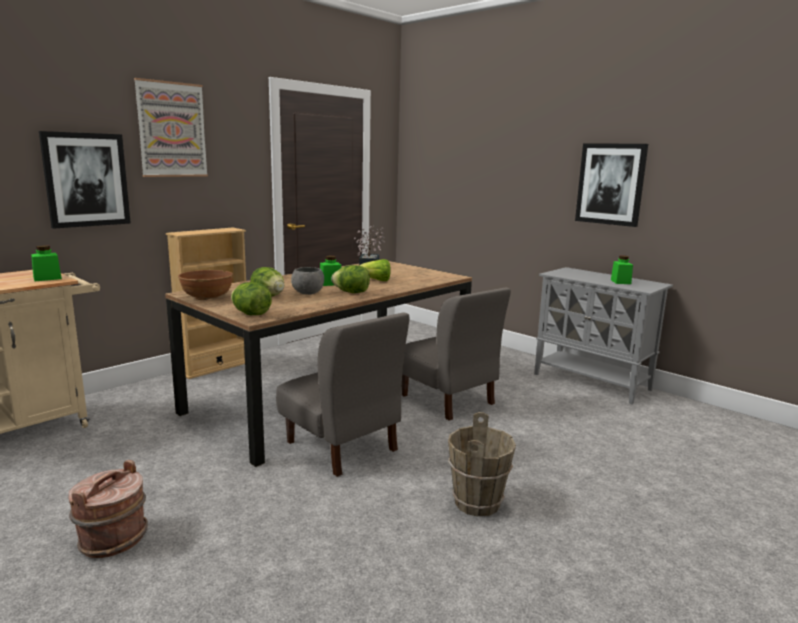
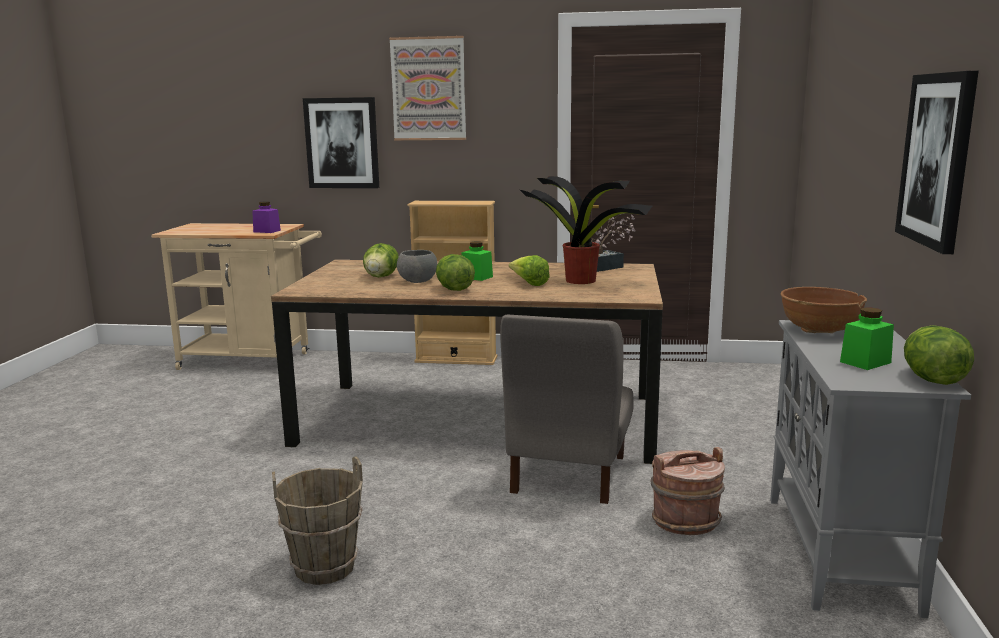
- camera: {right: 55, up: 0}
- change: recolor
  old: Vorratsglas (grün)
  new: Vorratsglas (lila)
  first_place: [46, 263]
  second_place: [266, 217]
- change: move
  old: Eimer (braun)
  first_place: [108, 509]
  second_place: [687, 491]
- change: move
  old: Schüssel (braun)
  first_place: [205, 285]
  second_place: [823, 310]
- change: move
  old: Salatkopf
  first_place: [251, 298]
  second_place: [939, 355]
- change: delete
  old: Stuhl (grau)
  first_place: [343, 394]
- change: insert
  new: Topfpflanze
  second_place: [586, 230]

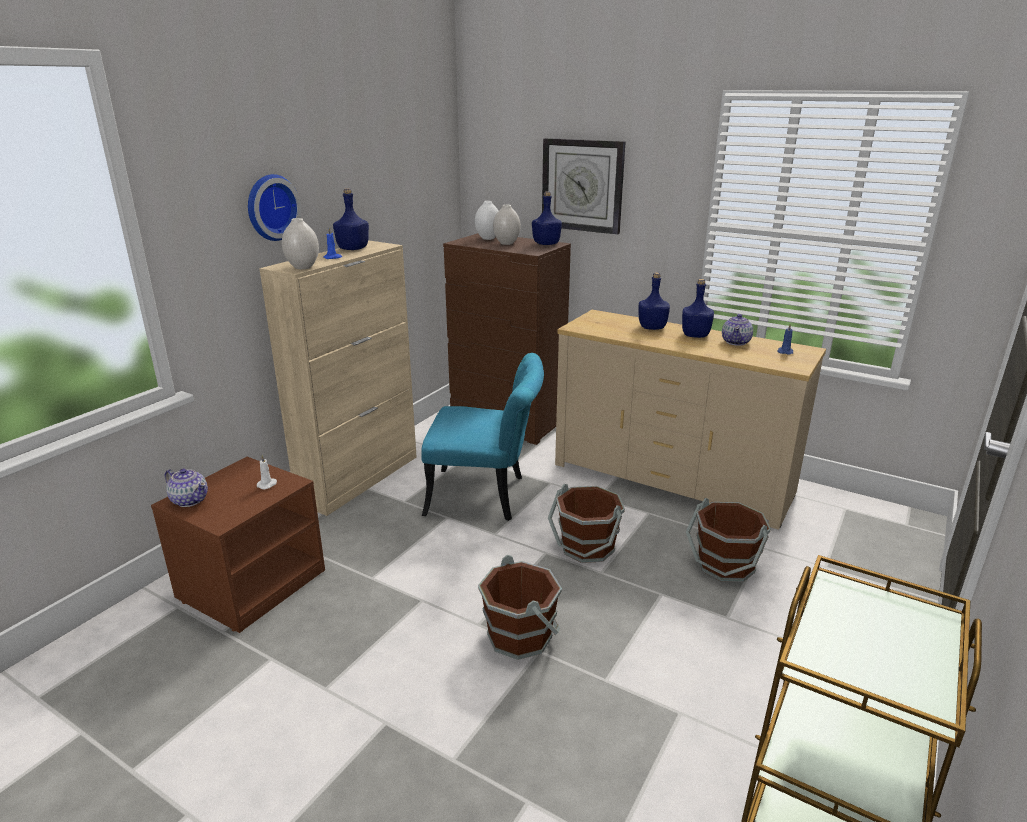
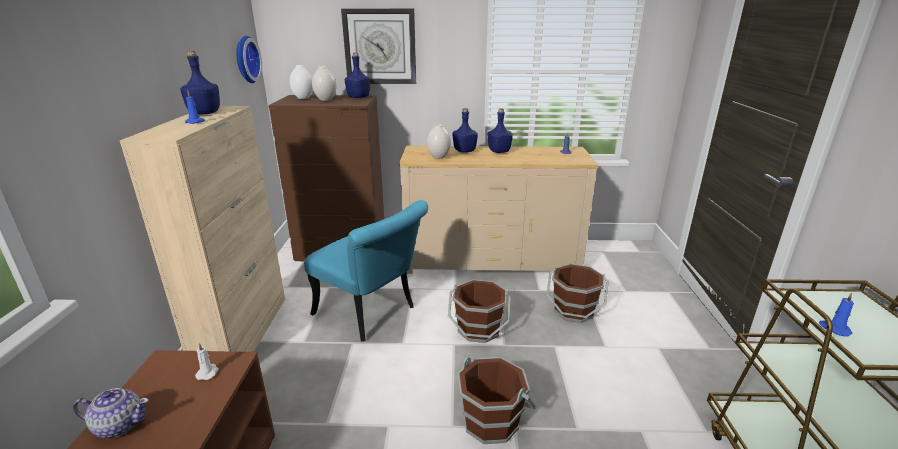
- camera: {right: -30, up: 0}
- change: move
  old: Wanduhr
  first_place: [274, 207]
  second_place: [249, 59]
- change: move
  old: Vase (weiß)
  first_place: [300, 243]
  second_place: [439, 141]
- change: rotate
  old: Stuhl (türkis)
  first_place: [482, 437]
  second_place: [366, 270]
  degrees: 60
- change: delete
  old: Teekanne
  first_place: [737, 330]
- change: insert
  new: Kerze (blau)
  second_place: [836, 314]

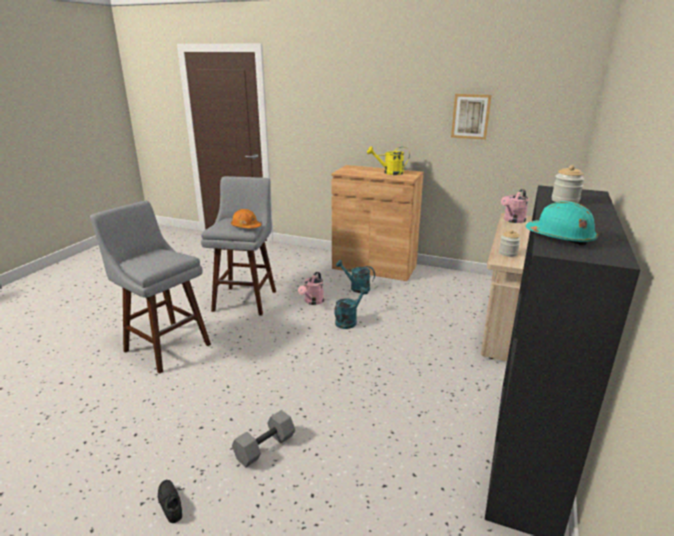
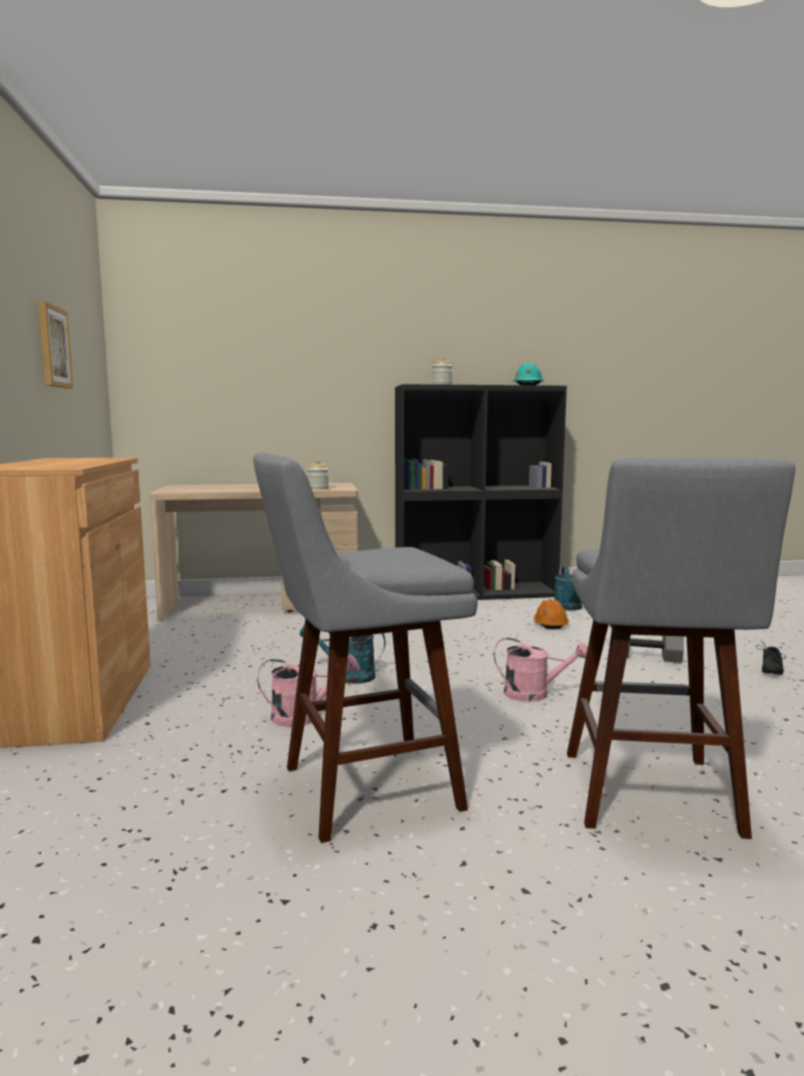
- camera: {right: -120, up: -15}
- change: move
  old: Schutzhelm (orange)
  first_place: [246, 218]
  second_place: [551, 614]
- change: move
  old: Gießkanne (türkis)
  first_place: [355, 276]
  second_place: [568, 589]
- change: delete
  old: Gießkanne (gelb)
  first_place: [388, 160]
- change: move
  old: Gießkanne (rosa)
  first_place: [515, 206]
  second_place: [541, 670]

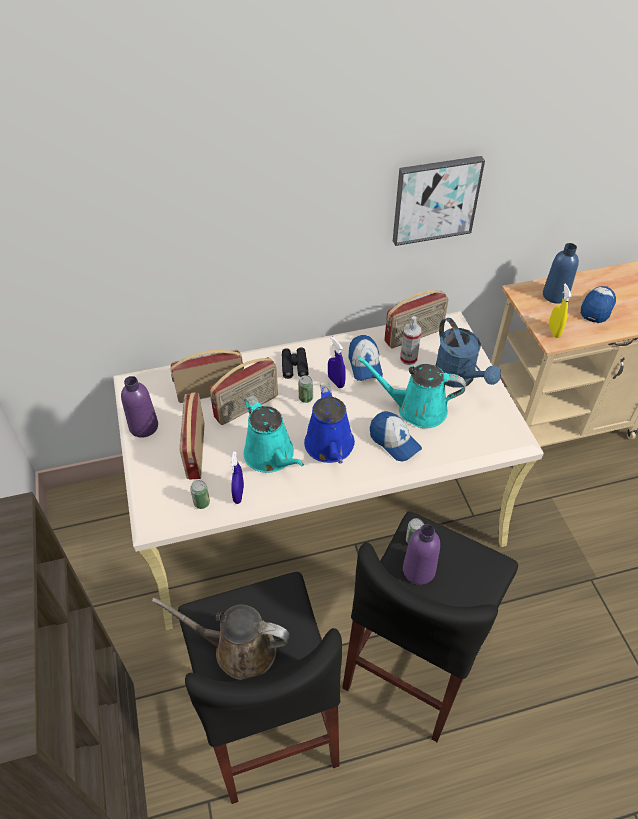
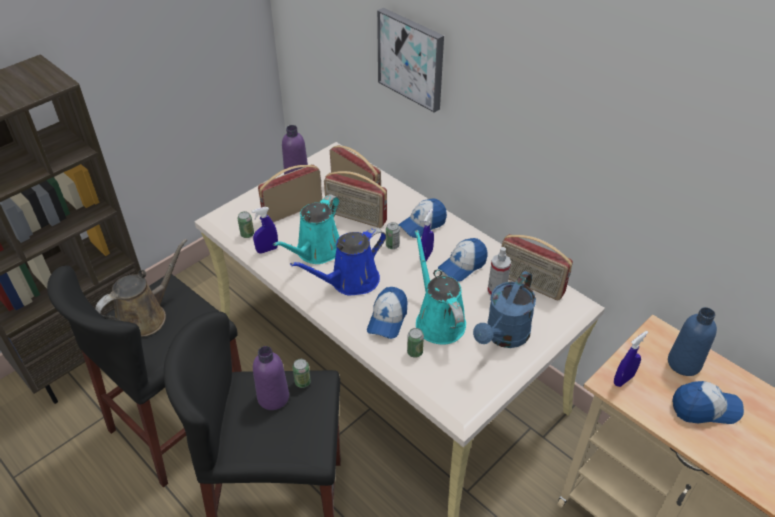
- camera: {right: 60, up: -5}
- change: rotate
  old: Gießkanne (braun)
  first_place: [220, 638]
  second_place: [141, 288]
  degrees: 60
- change: replace
  old: Fernglas (schwarz)
  new: Kappe
  first_place: [295, 363]
  second_place: [422, 218]
- change: move
  old: Bild
  first_place: [439, 201]
  second_place: [410, 60]
- change: recolor
  old: Sprühflasche (gelb)
  new: Sprühflasche (blau)
  first_place: [560, 310]
  second_place: [631, 359]
- change: insert
  new: Dose
  second_place: [415, 343]

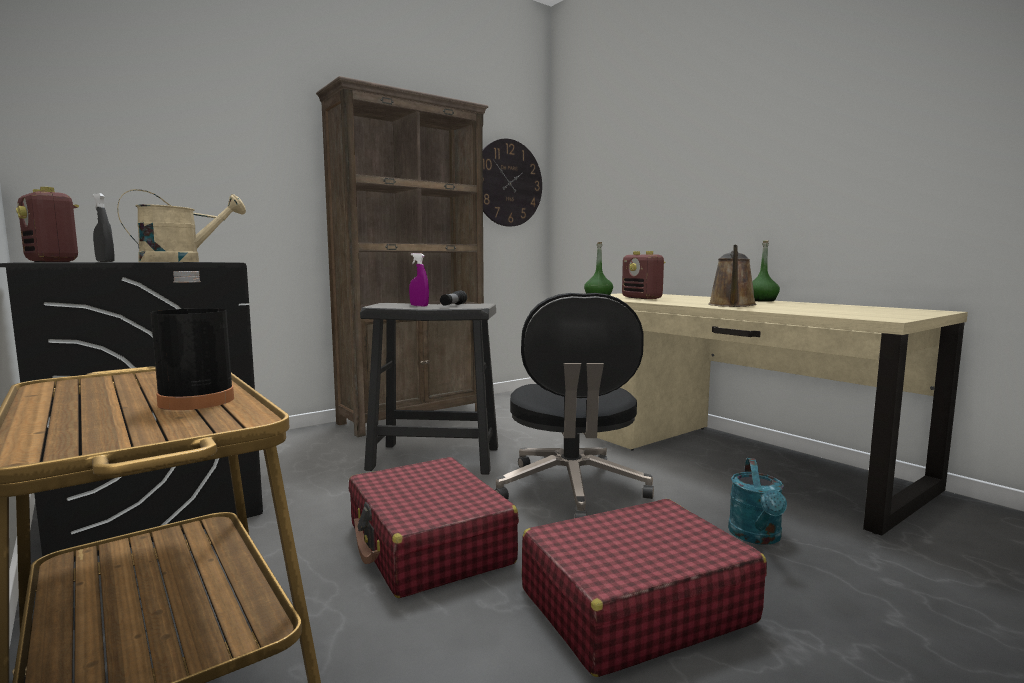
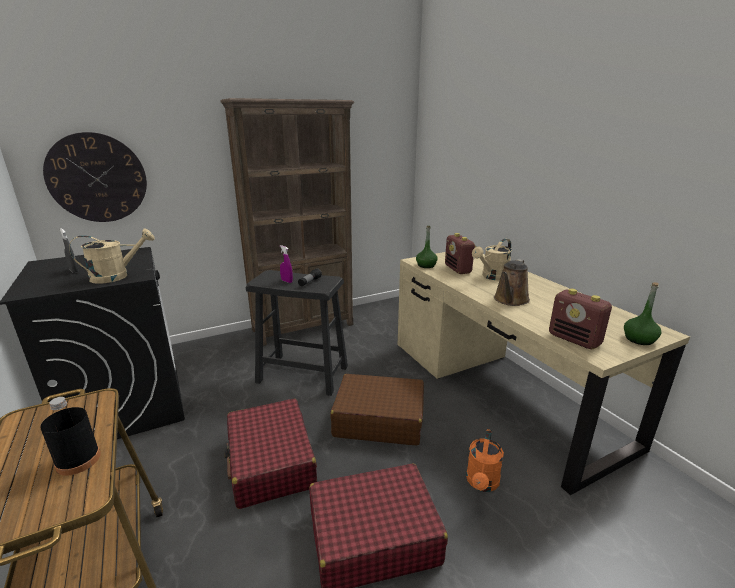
- camera: {right: 10, up: 15}
- change: move
  old: Radio
  first_place: [47, 224]
  second_place: [580, 319]
- change: move
  old: Wanduhr
  first_place: [512, 183]
  second_place: [95, 177]
- change: replace
  old: Bürostuhl (schwarz)
  new: Koffer (braun)
  first_place: [574, 405]
  second_place: [377, 409]
- change: recolor
  old: Gießkanne (türkis)
  new: Gießkanne (orange)
  first_place: [757, 501]
  second_place: [485, 460]
- change: move
  old: Flasche (grün)
  first_place: [766, 271]
  second_place: [643, 313]
- change: insert
  new: Gießkanne (beige)
  second_place: [492, 259]

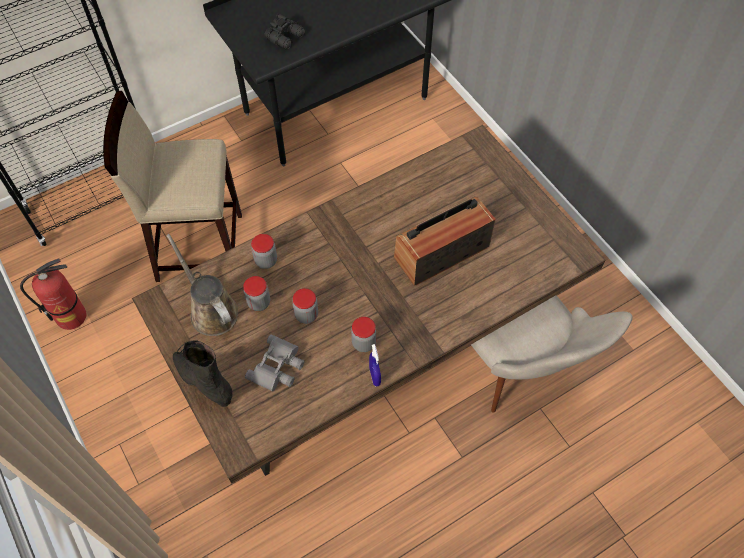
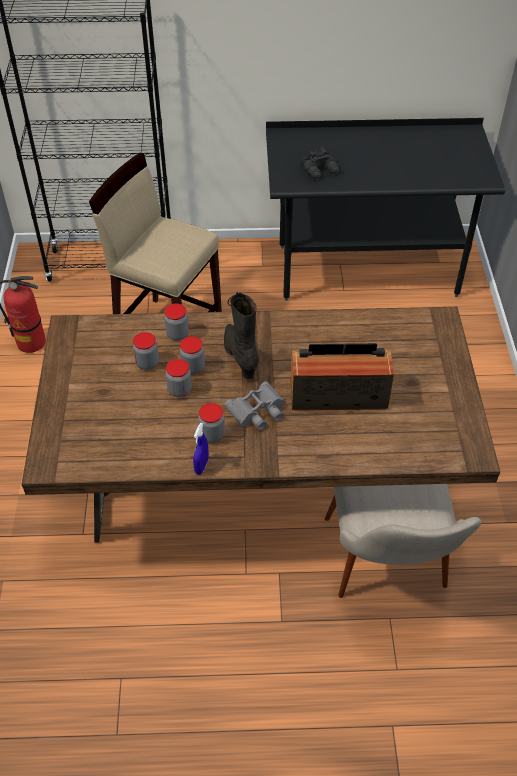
- camera: {right: 30, up: -10}
- change: delete
  old: Gießkanne (braun)
  first_place: [202, 285]
- change: move
  old: Stiefel (schwarz)
  first_place: [203, 374]
  second_place: [241, 335]
- change: move
  old: Fernglas (grau)
  first_place: [274, 363]
  second_place: [255, 405]
- change: insert
  new: Vorratsglas
  second_place: [192, 355]

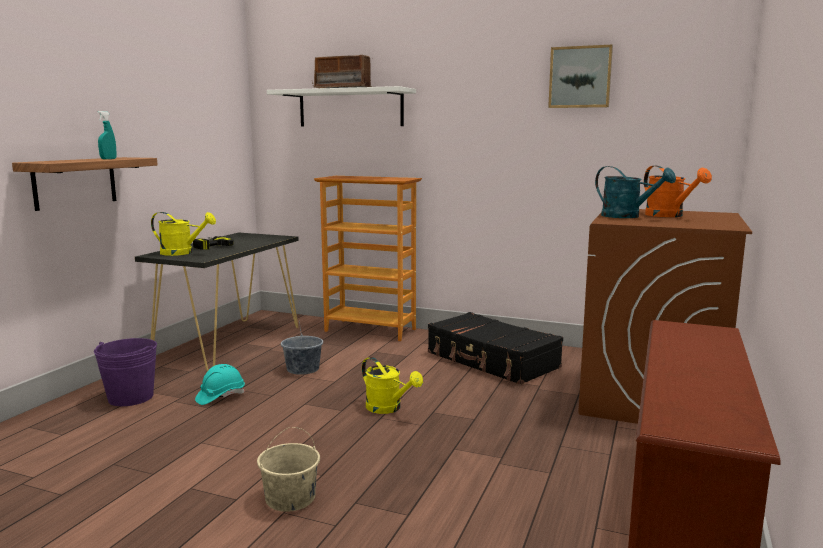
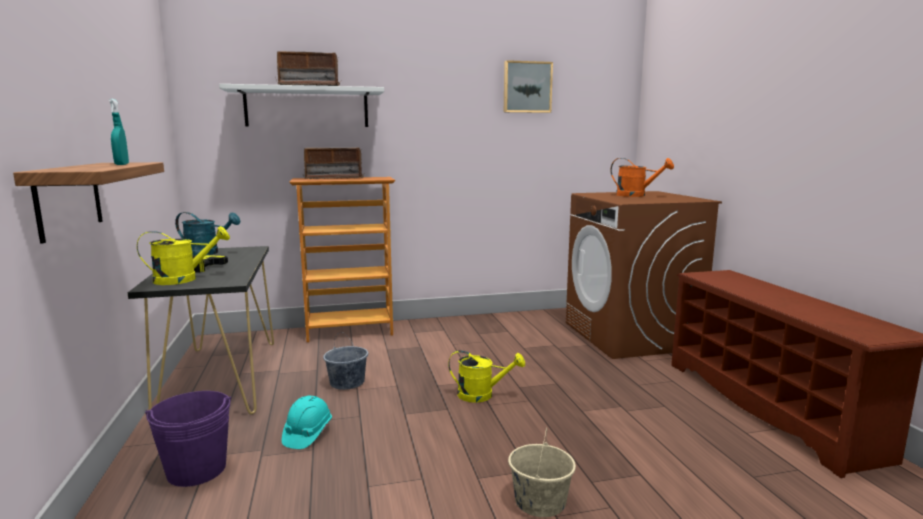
- camera: {right: -35, up: 0}
- change: delete
  old: Koffer (schwarz)
  first_place: [495, 348]
- change: move
  old: Gießkanne (türkis)
  first_place: [635, 192]
  second_place: [208, 234]
- change: insert
  new: Radio
  second_place: [333, 163]

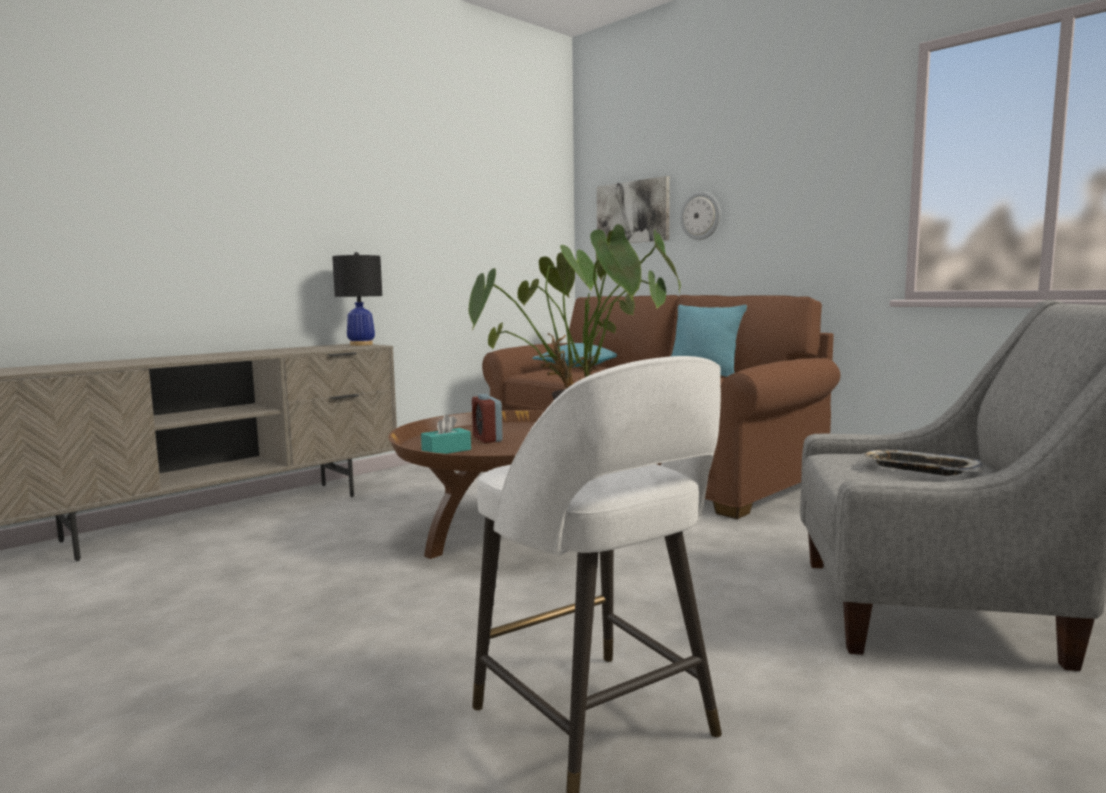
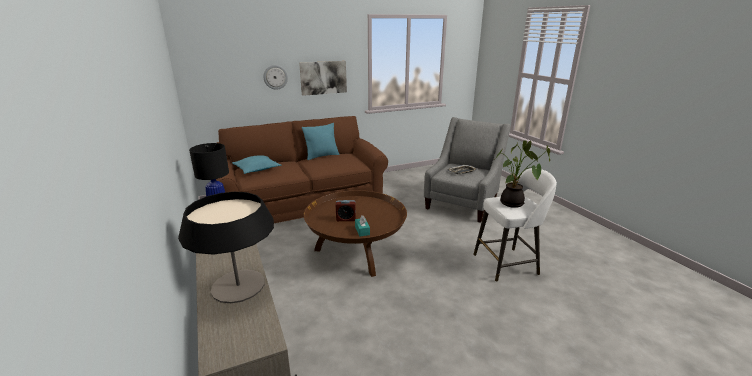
- camera: {right: -70, up: 15}
- change: move
  old: Bild
  first_place: [633, 209]
  second_place: [323, 78]
- change: insert
  new: Tischlampe
  second_place: [226, 247]

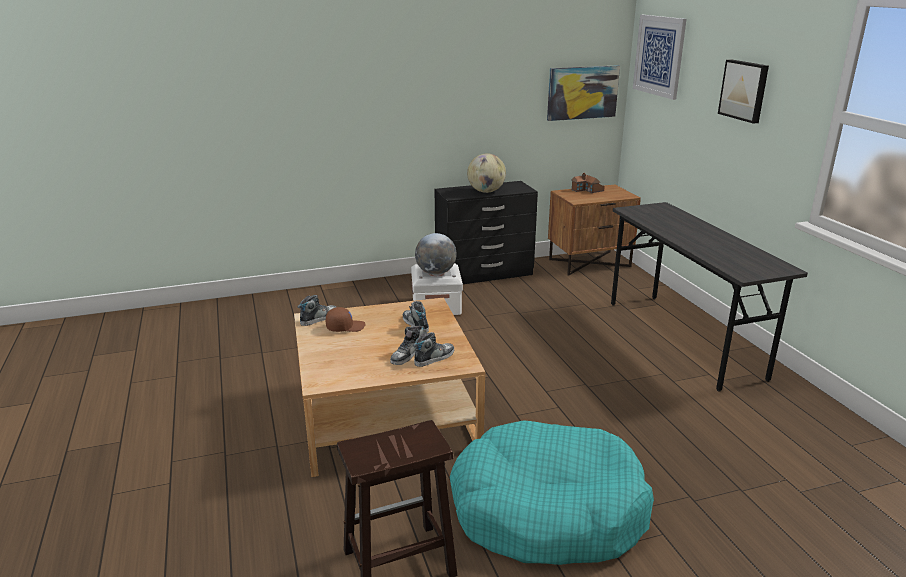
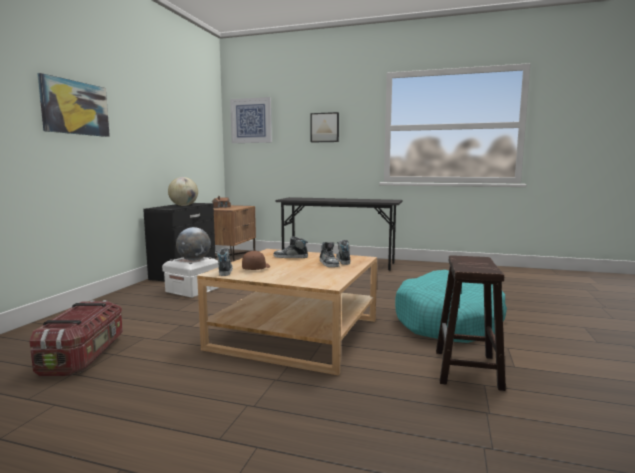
- camera: {right: -55, up: -15}
- change: move
  old: Bild
  first_place: [583, 93]
  second_place: [73, 105]
- change: insert
  new: Aufbewahrungsbox
  second_place: [76, 338]

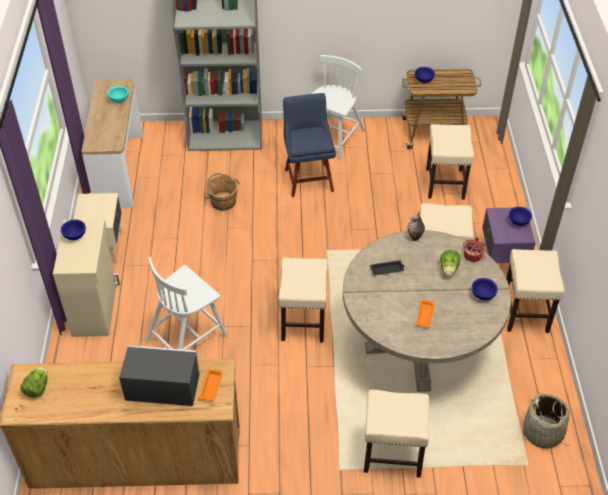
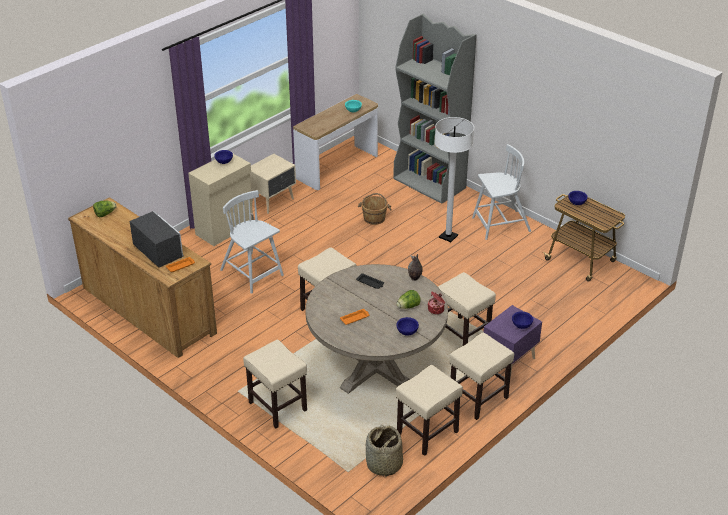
- camera: {right: 45, up: -10}
- change: rotate
  old: Stuhl (weiß)
  first_place: [186, 303]
  second_place: [252, 242]
  degrees: 45
- change: replace
  old: Stuhl (blau)
  new: Stehlampe (weiß)
  first_place: [309, 145]
  second_place: [454, 179]
- change: move
  old: Hocker (beige)
  first_place: [450, 161]
  second_place: [429, 410]

